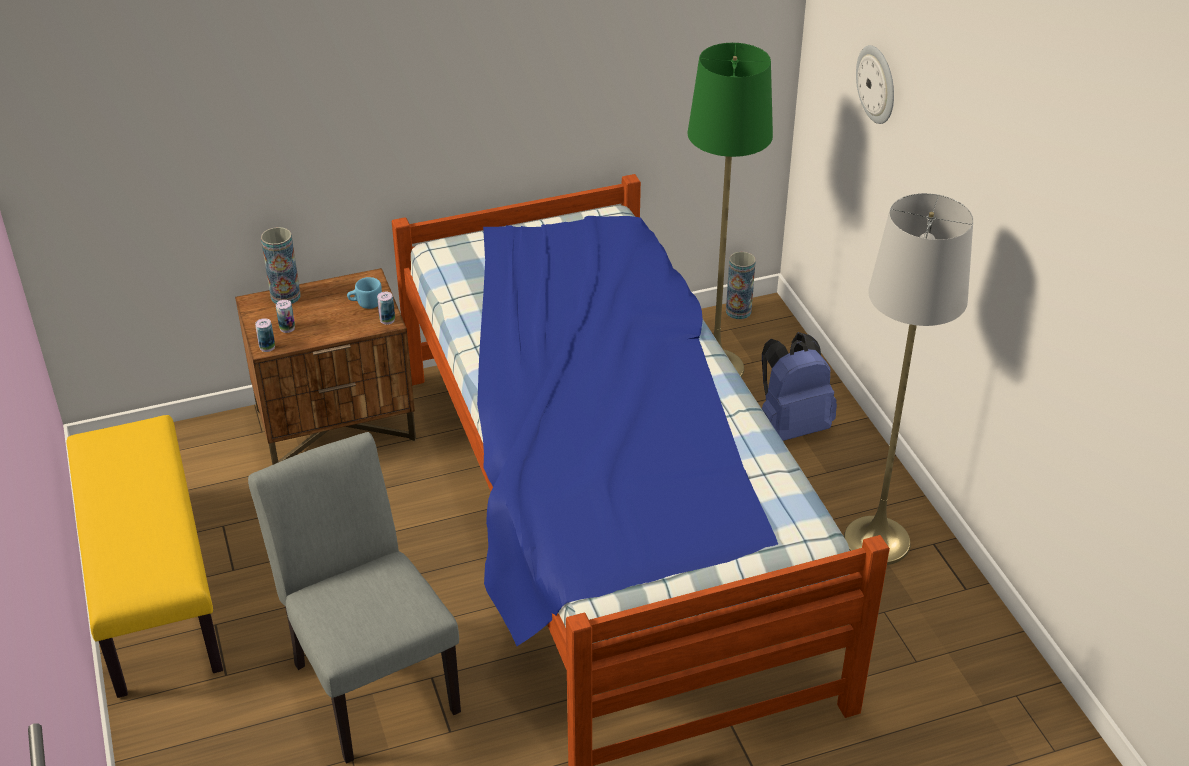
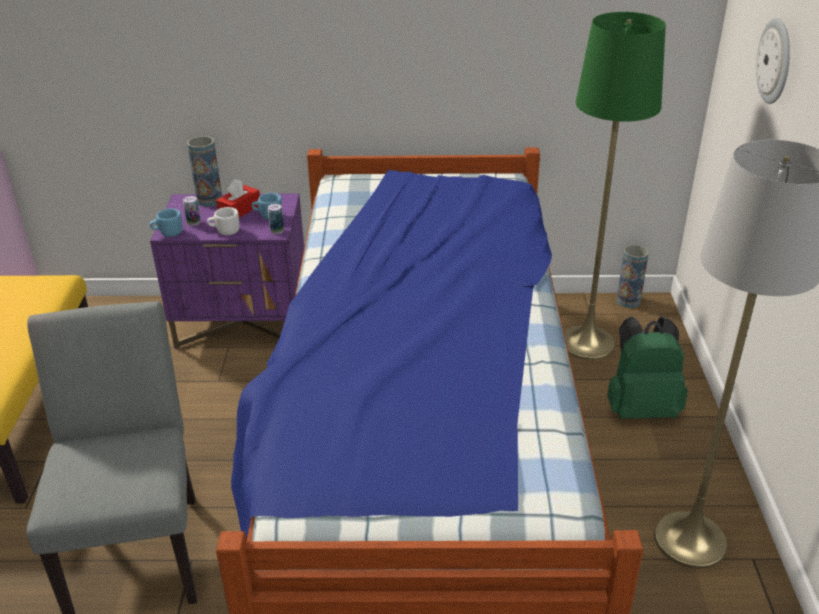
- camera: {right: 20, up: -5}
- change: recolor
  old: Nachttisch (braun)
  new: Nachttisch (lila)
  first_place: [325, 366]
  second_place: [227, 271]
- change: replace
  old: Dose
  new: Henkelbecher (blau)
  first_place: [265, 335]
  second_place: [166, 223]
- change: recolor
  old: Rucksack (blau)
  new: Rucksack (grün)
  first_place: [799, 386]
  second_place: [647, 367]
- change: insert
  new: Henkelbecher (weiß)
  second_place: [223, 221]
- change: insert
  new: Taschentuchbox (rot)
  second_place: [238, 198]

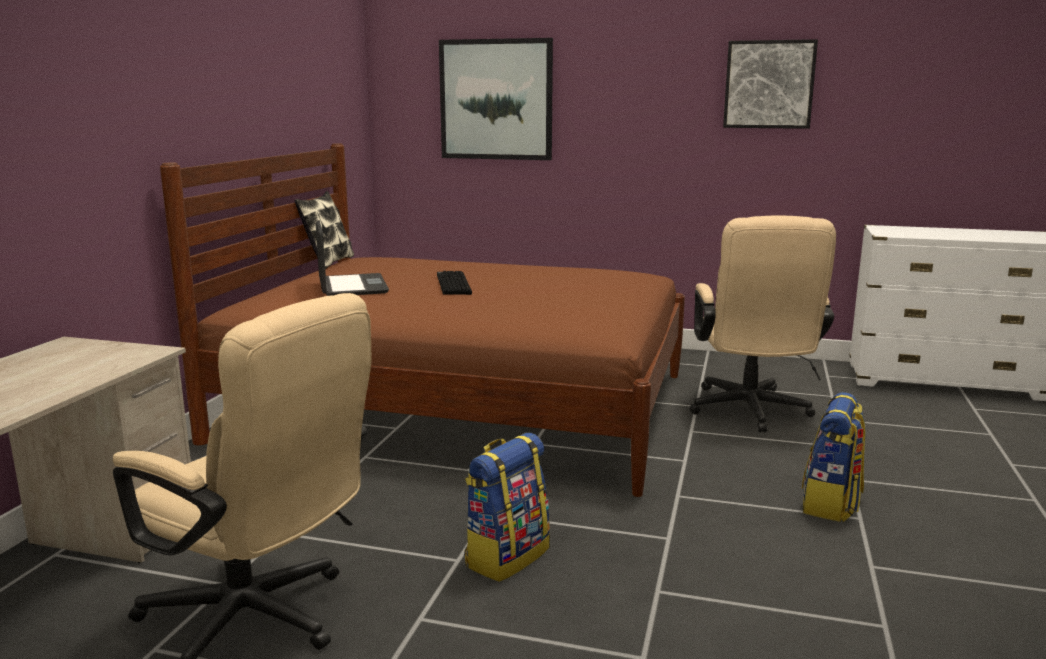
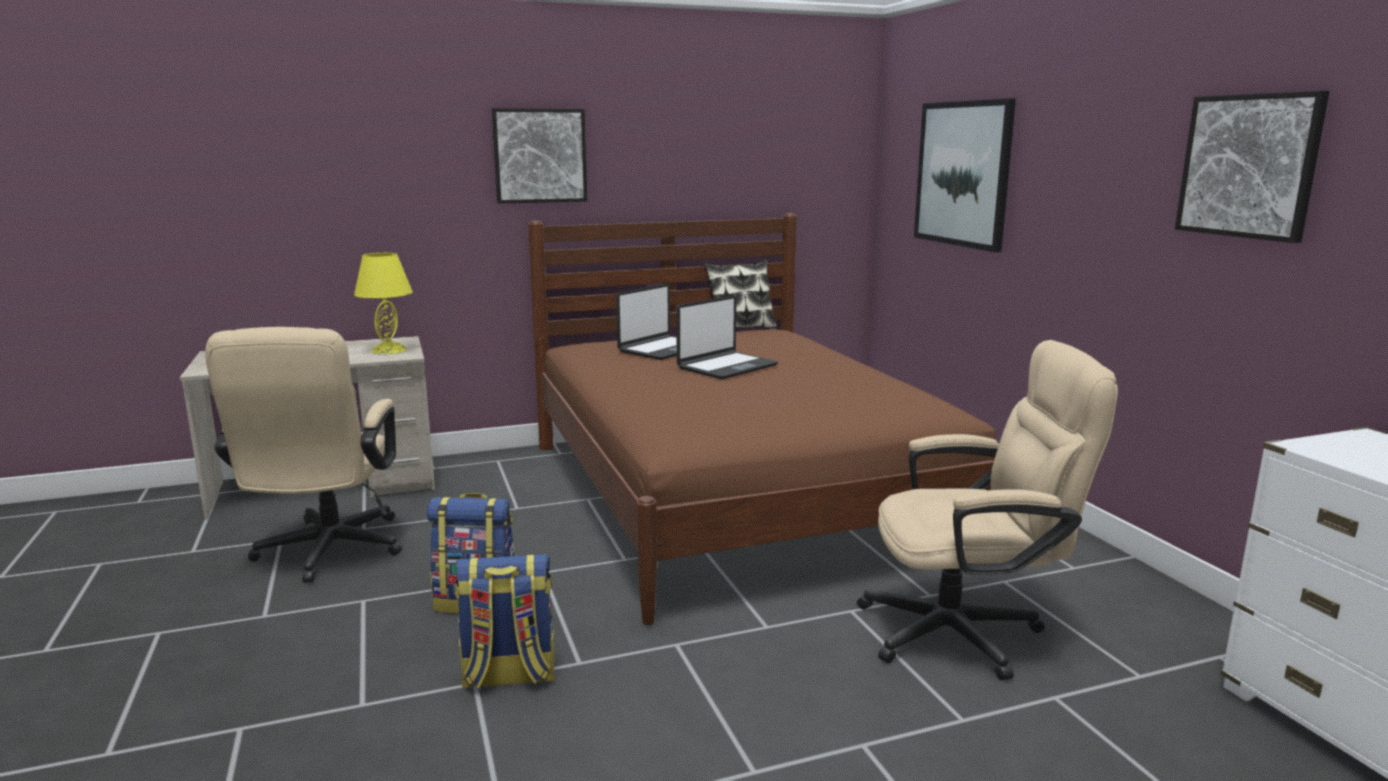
- camera: {right: 55, up: 0}
- change: replace
  old: Tastatur
  new: Laptop
  first_place: [454, 283]
  second_place: [727, 337]
- change: rotate
  old: Bürostuhl (beige)
  first_place: [762, 324]
  second_place: [987, 510]
  degrees: -150
- change: move
  old: Rucksack
  first_place: [834, 457]
  second_place: [504, 621]
- change: insert
  new: Tischlampe (gelb)
  second_place: [383, 303]
- change: insert
  new: Bild
  second_place: [539, 156]

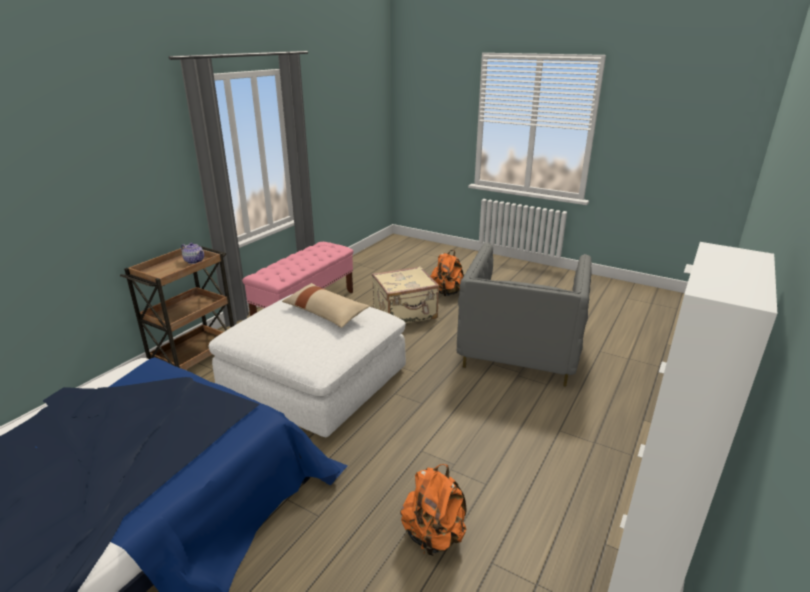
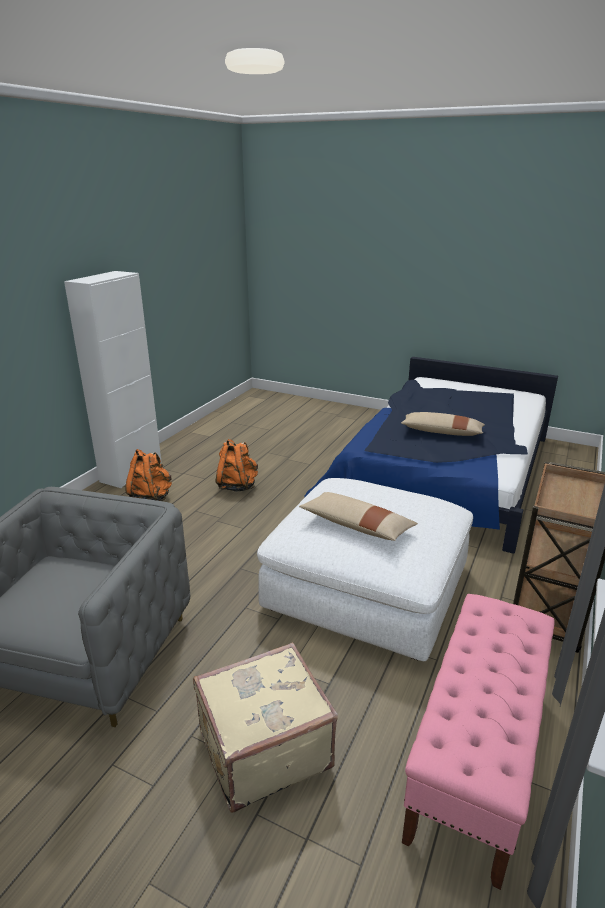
- camera: {right: 175, up: 0}
- change: delete
  old: Teekanne
  first_place: [192, 253]
- change: move
  old: Rucksack (orange)
  first_place: [447, 273]
  second_place: [149, 475]
- change: insert
  new: Kissen (beige)
  second_place: [443, 424]

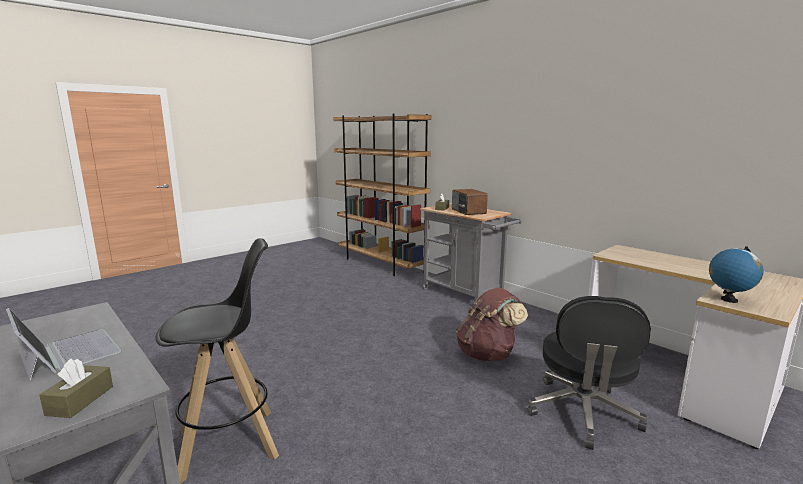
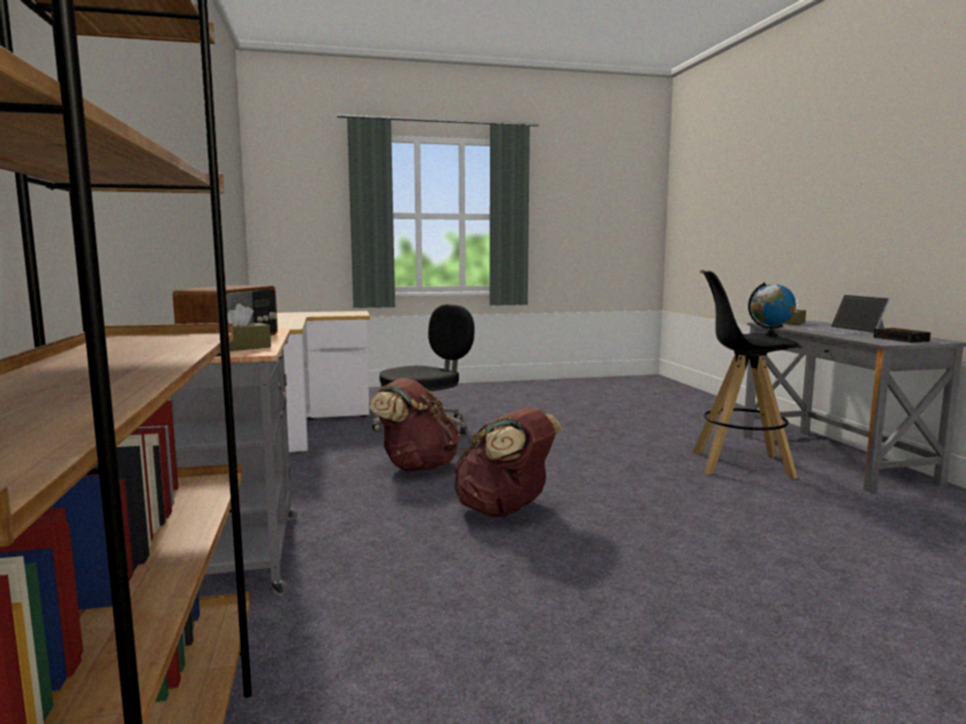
- camera: {right: -150, up: -5}
- change: move
  old: Globus
  first_place: [736, 274]
  second_place: [772, 309]
- change: insert
  new: Rucksack (braun)
  second_place: [508, 462]
- change: insert
  new: Wecker
  second_place: [902, 335]

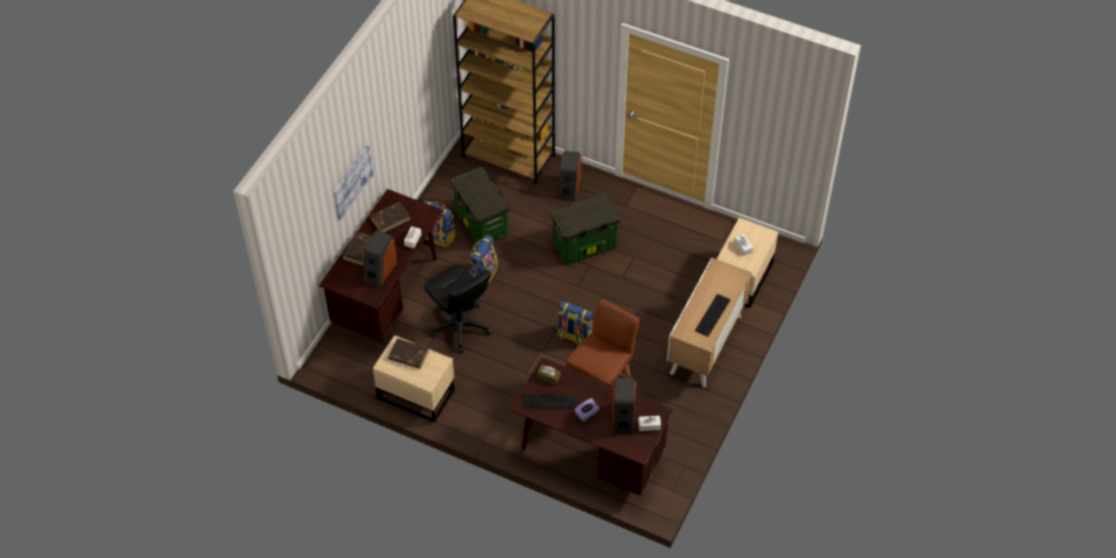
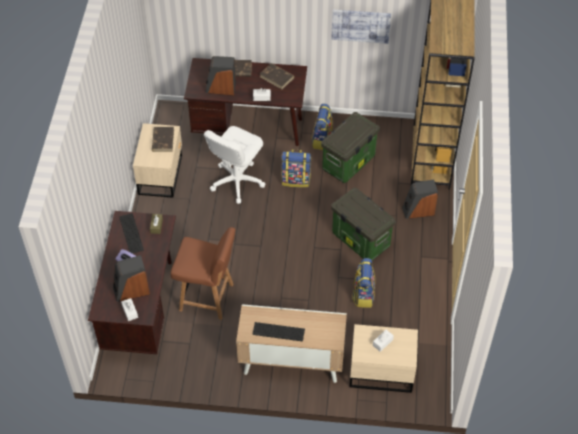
- camera: {right: 70, up: 0}
- change: move
  old: Bild
  first_place: [353, 183]
  second_place: [361, 27]
- change: recolor
  old: Bürostuhl (schwarz)
  new: Bürostuhl (weiß)
  first_place: [458, 308]
  second_place: [234, 165]
- change: move
  old: Rucksack
  first_place: [575, 323]
  second_place: [363, 283]

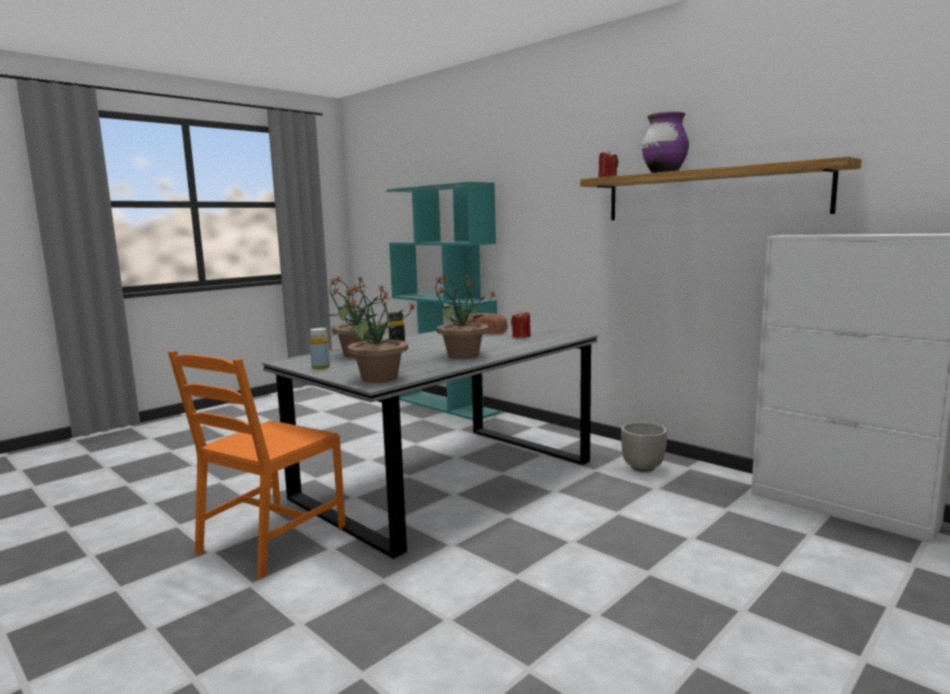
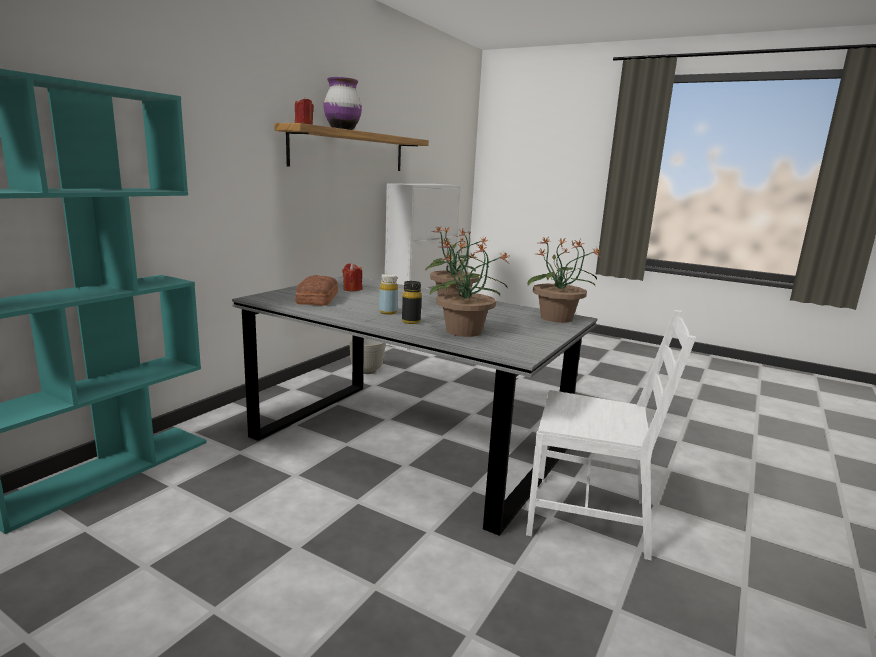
- camera: {right: -105, up: 5}
- change: recolor
  old: Stuhl (orange)
  new: Stuhl (weiß)
  first_place: [257, 464]
  second_place: [611, 435]
- change: move
  old: Flasche (gelb)
  first_place: [320, 348]
  second_place: [388, 294]

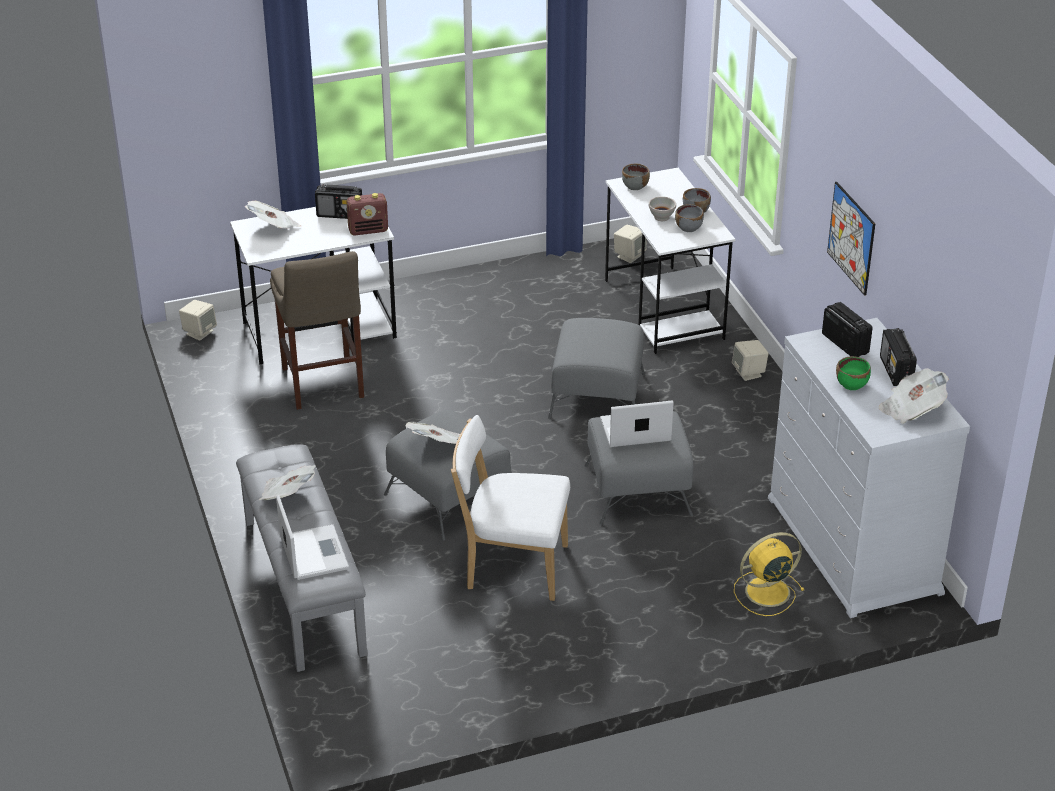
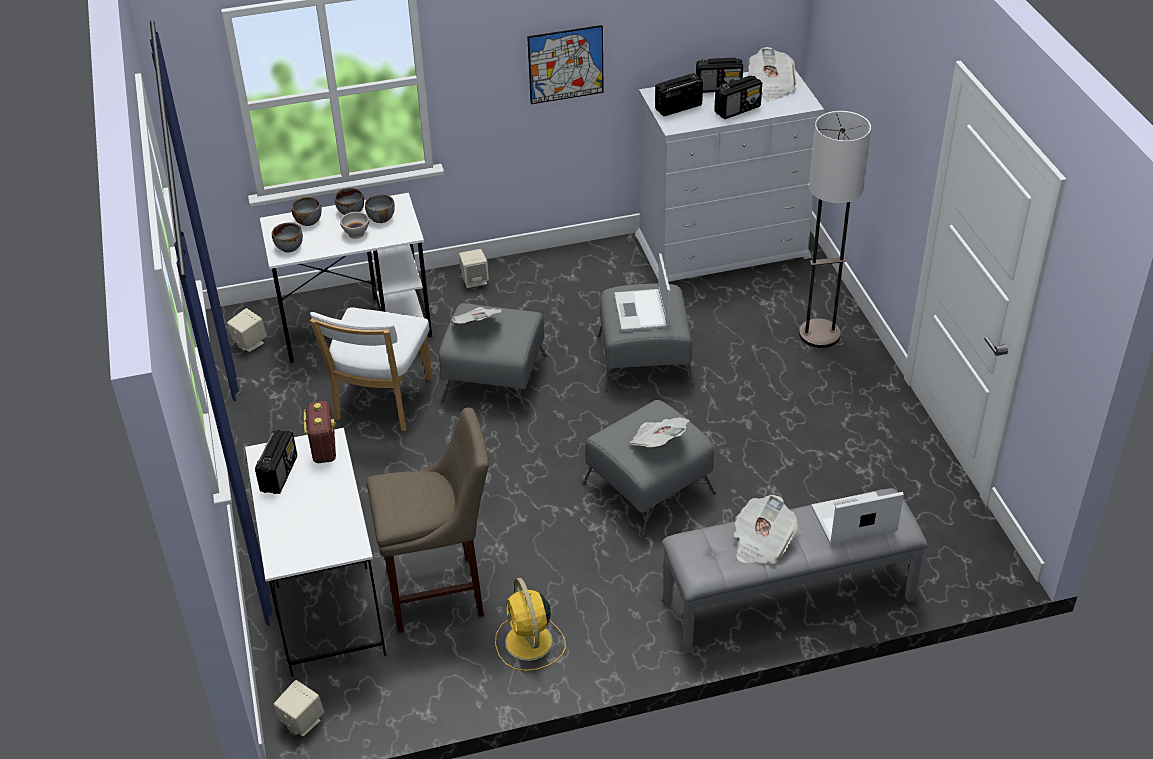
- camera: {right: -85, up: 5}
- change: move
  old: Zeitung
  first_place: [273, 215]
  second_place: [477, 315]
- change: move
  old: Stuhl (weiß)
  first_place: [510, 508]
  second_place: [371, 369]
- change: move
  old: Ventilator (gelb)
  first_place: [769, 574]
  second_place: [530, 624]
- change: replace
  old: Schüssel (grün)
  new: Radio
  first_place: [853, 373]
  second_place: [738, 97]
- change: insert
  new: Schüssel (grau)
  second_place: [307, 211]
- change: insert
  new: Stehlampe
  second_place: [835, 229]

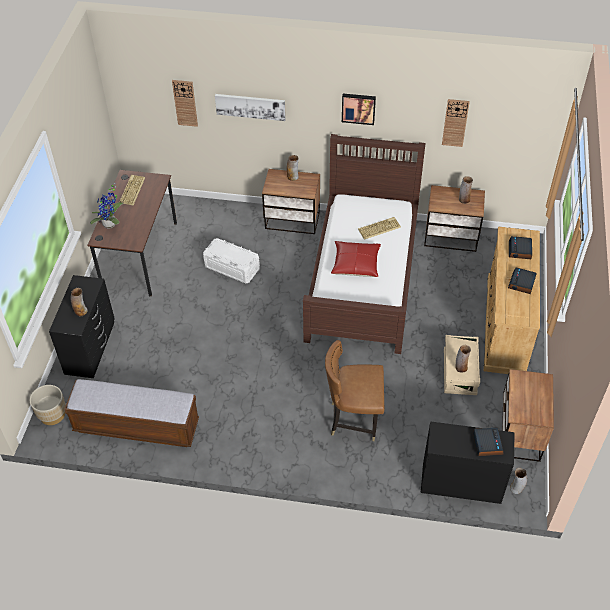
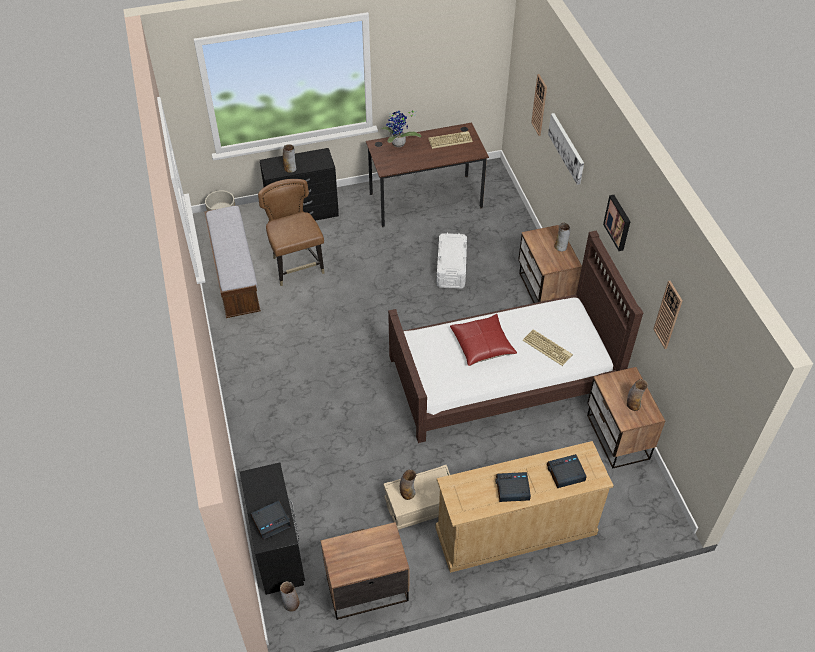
- camera: {right: 65, up: 0}
- change: move
  old: Stuhl (braun)
  first_place: [354, 390]
  second_place: [291, 232]

